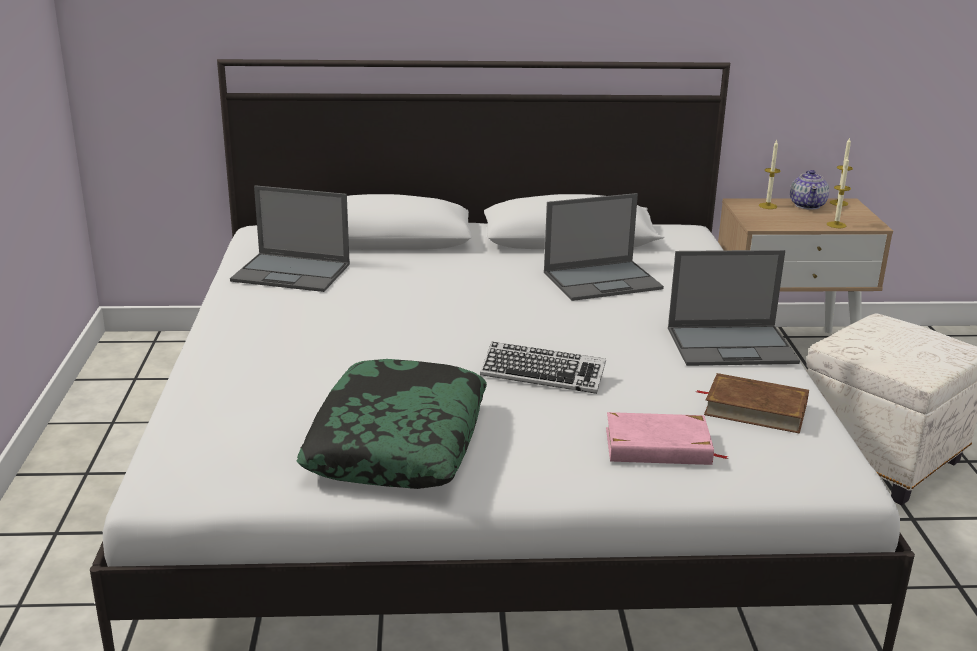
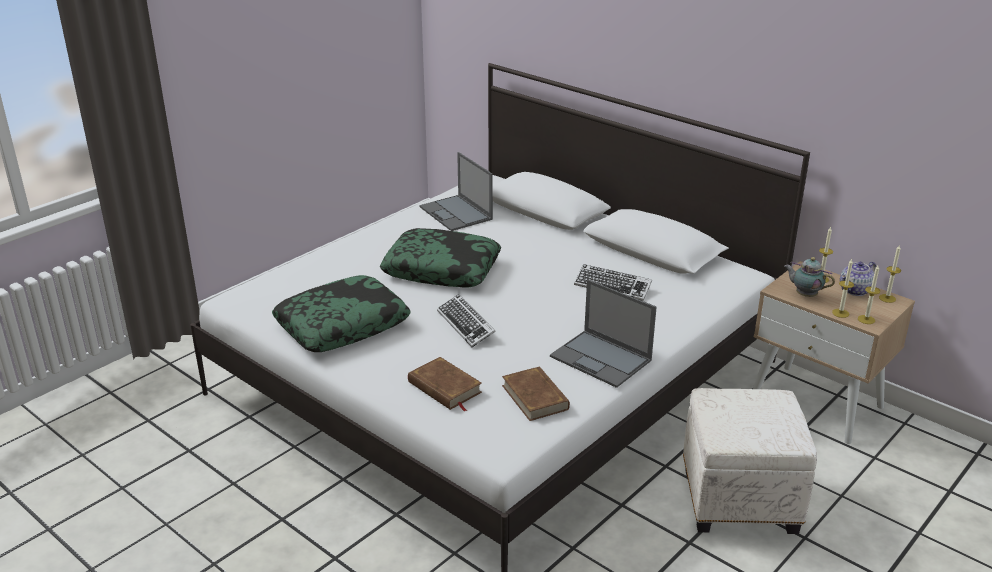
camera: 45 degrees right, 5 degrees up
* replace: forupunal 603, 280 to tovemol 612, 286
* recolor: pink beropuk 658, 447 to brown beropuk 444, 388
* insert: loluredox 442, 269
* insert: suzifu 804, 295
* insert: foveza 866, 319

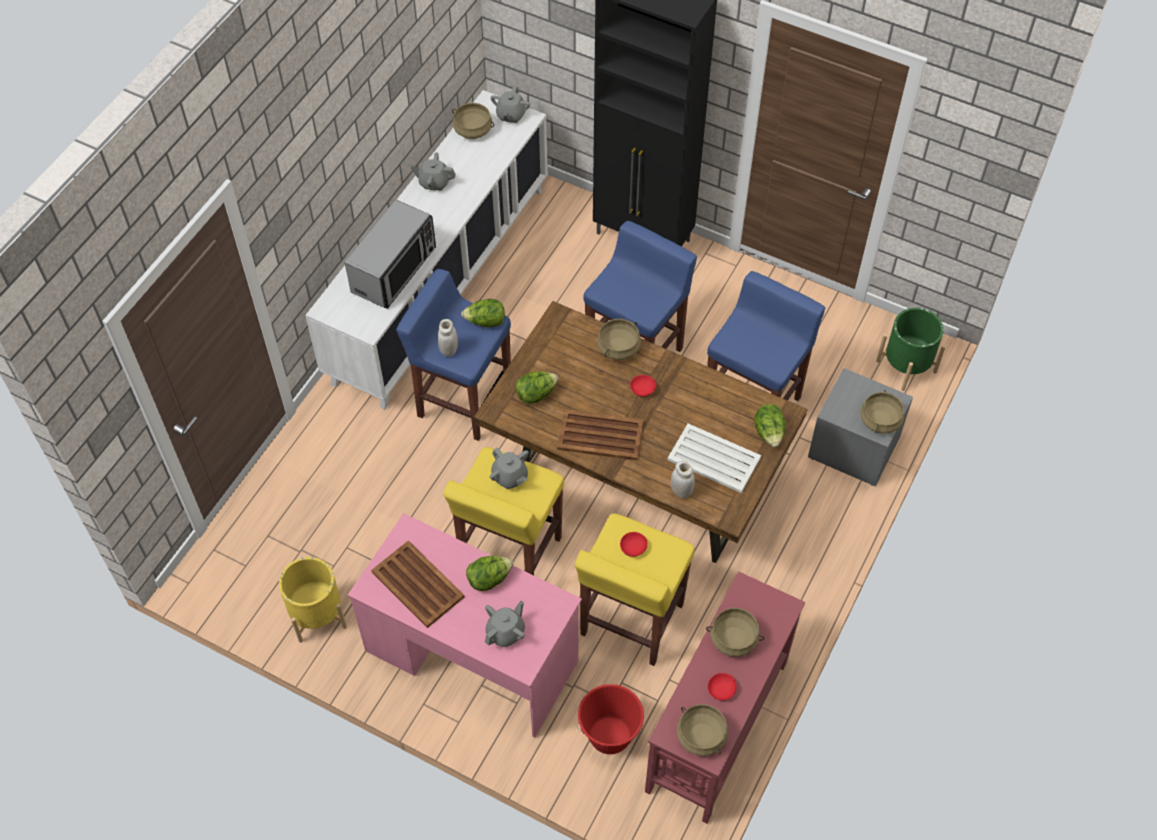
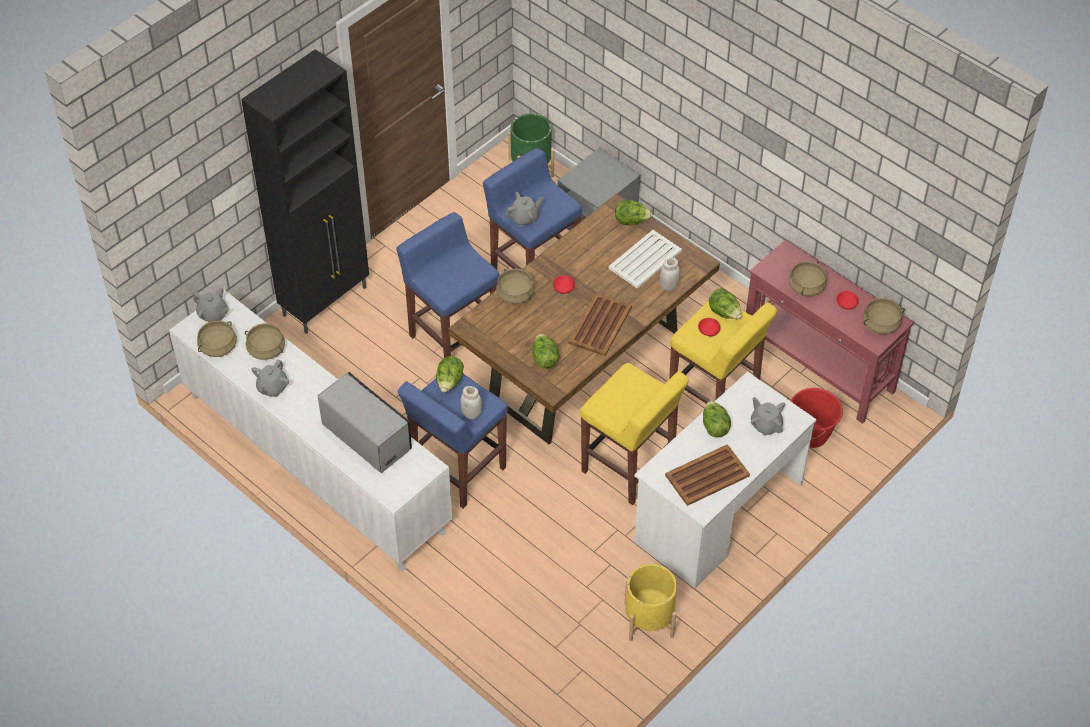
camera: 75 degrees left, 5 degrees down
* recolor: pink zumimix 471, 656 to white zumimix 718, 513
* move: grey suzifu 510, 477 to 524, 218
* move: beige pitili 879, 420 to 266, 349
* insert: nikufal 724, 313

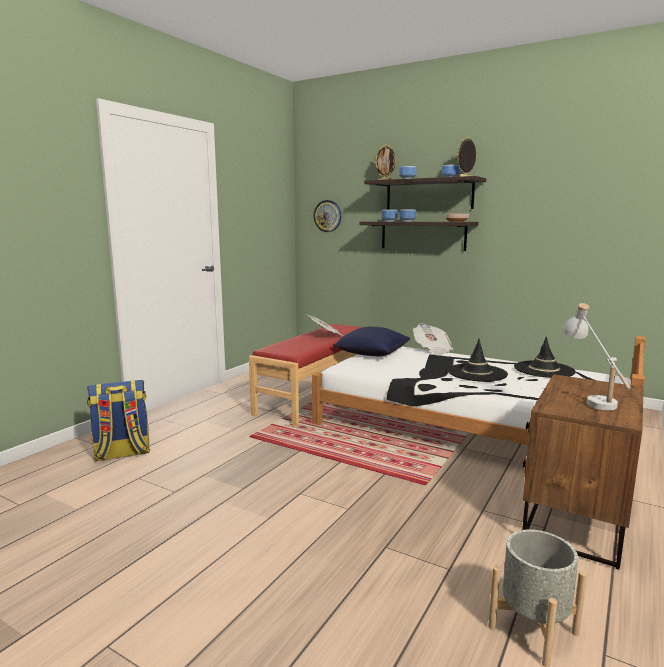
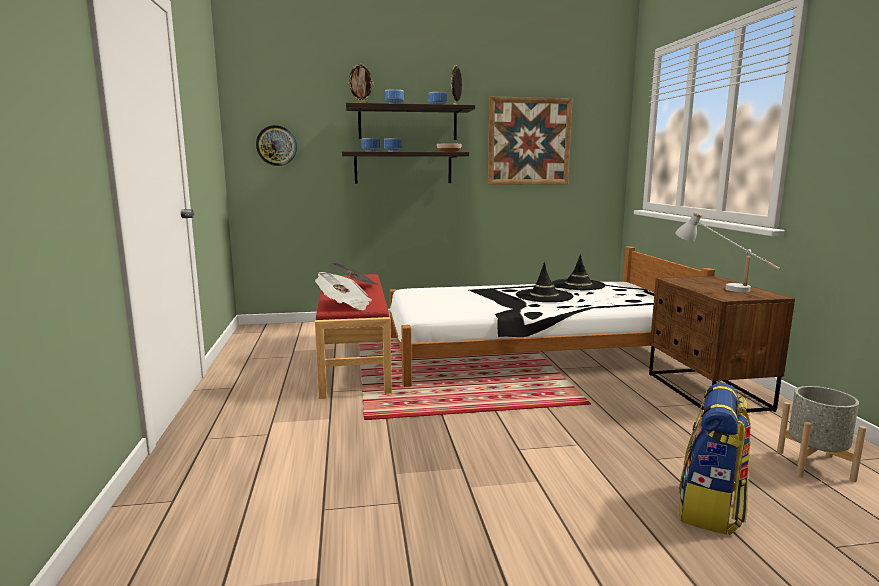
camera: 40 degrees left, 0 degrees up
* move: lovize 122, 453 to 710, 509
* delete: blue loluredox 371, 354
* move: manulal 432, 350 to 345, 305
* insert: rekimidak 529, 141

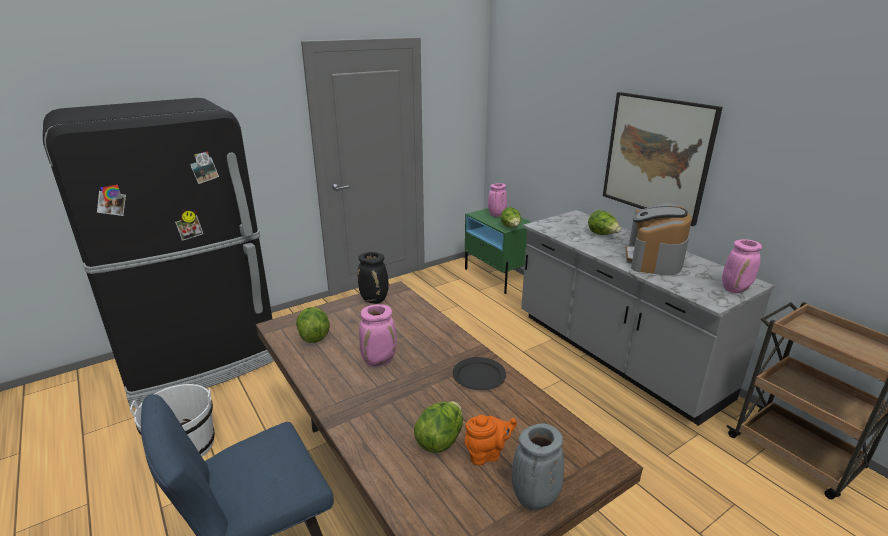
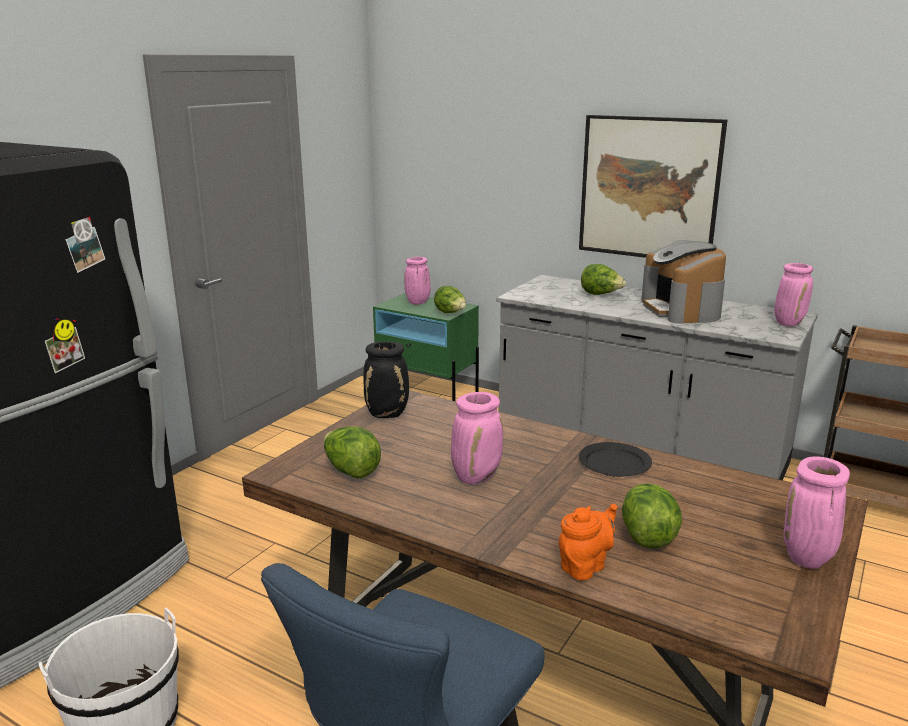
camera: 25 degrees left, 5 degrees down
* move: orange suzifu 487, 454 to 585, 566
* recolor: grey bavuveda 534, 500 to pink bavuveda 808, 559

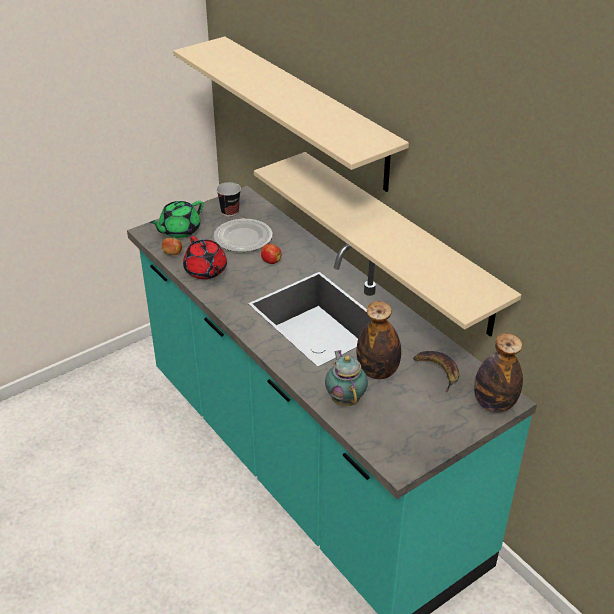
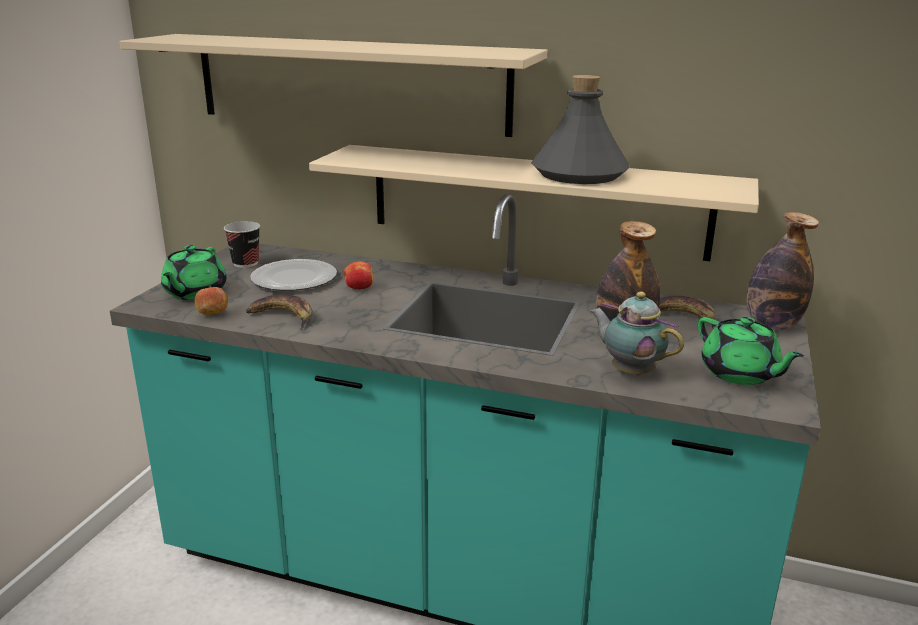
camera: 35 degrees left, 15 degrees down
* replace: red suzifu 206, 271 to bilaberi 283, 317
* insert: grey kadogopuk 578, 174
* insert: green suzifu 740, 374

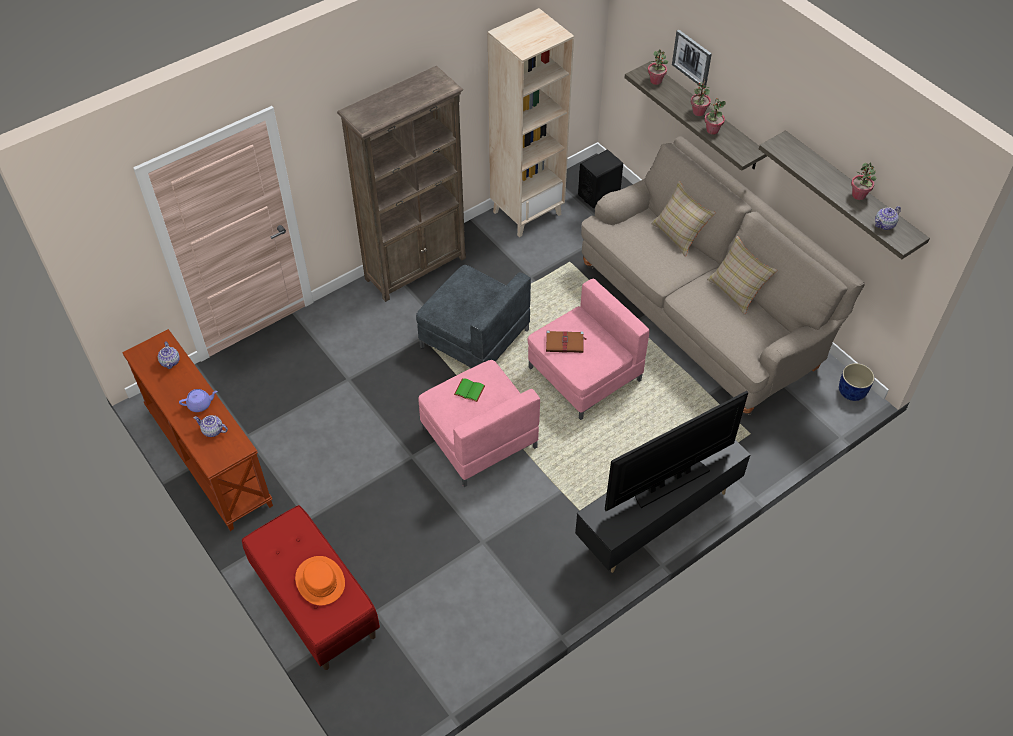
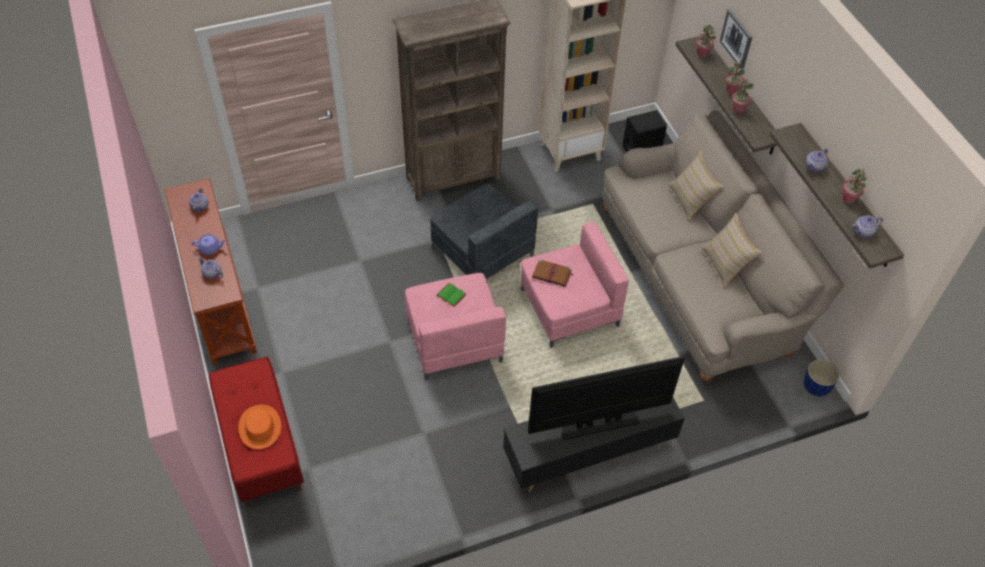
camera: 15 degrees right, 0 degrees up
* insert: suzifu 814, 166

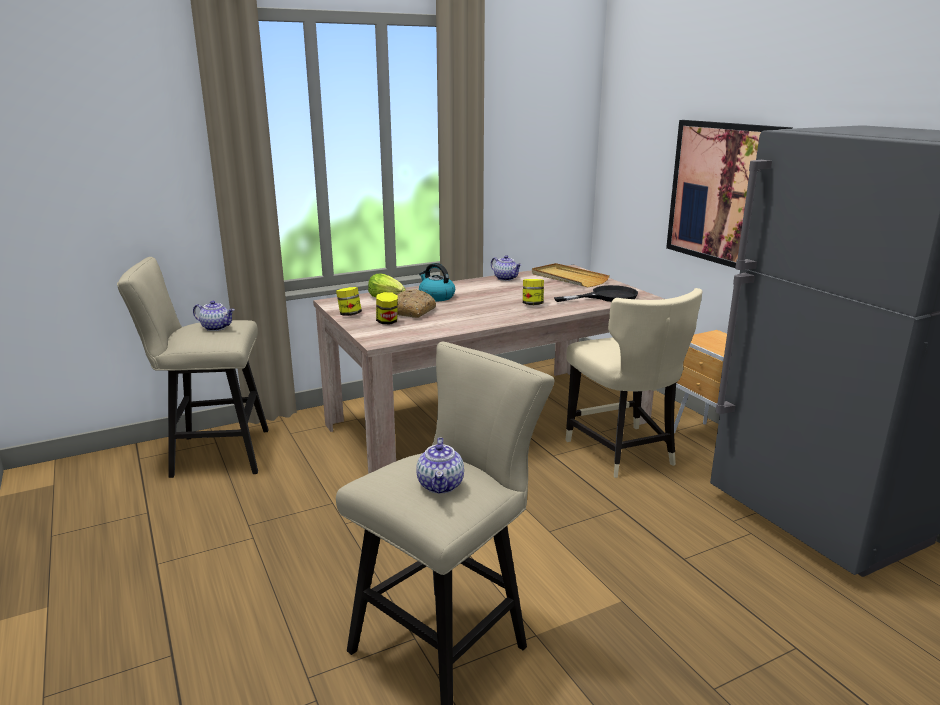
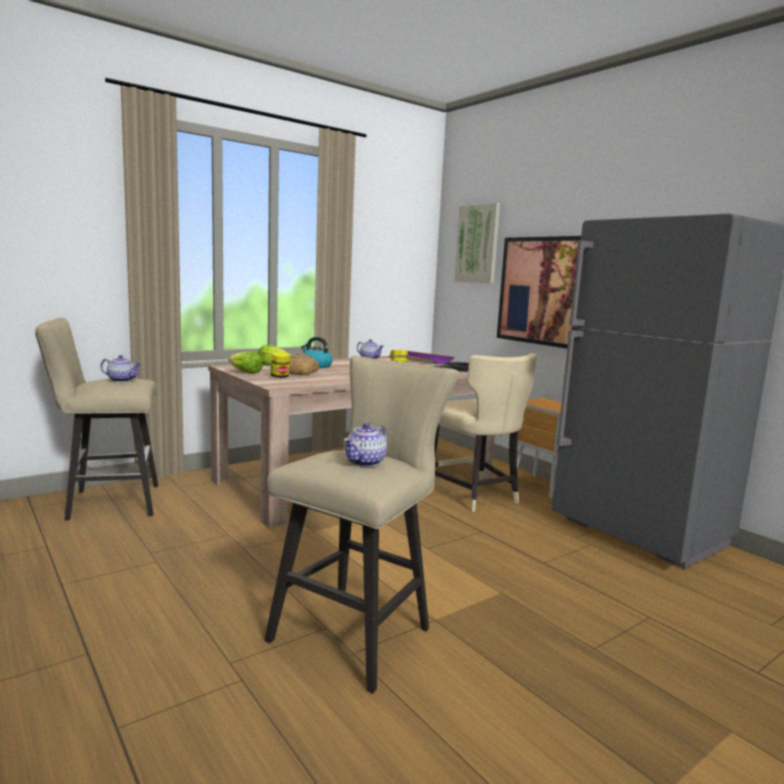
camera: 10 degrees left, 10 degrees down
* replace: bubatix 349, 314 to nikufal 244, 372
* rotate: suzifu 441, 485 = 365, 462 45 degrees clockwise
* recolor: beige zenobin 568, 278 to purple zenobin 420, 360
* insert: rekimidak 477, 244

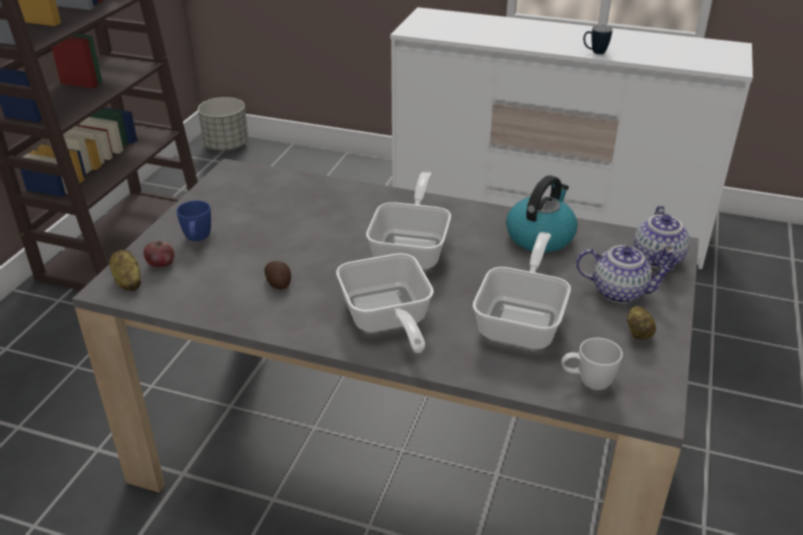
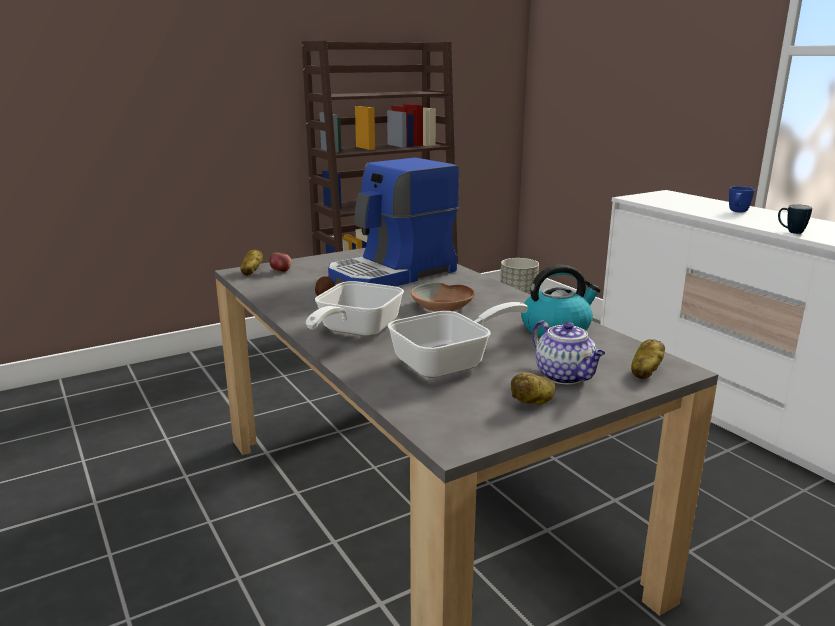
camera: 40 degrees right, 15 degrees down
* move: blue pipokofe 197, 240 to 737, 212
* replace: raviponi 412, 248 to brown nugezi 443, 306
* delete: white pipokofe 587, 382
* replace: suzifu 659, 259 to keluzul 645, 372
* insert: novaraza 393, 274

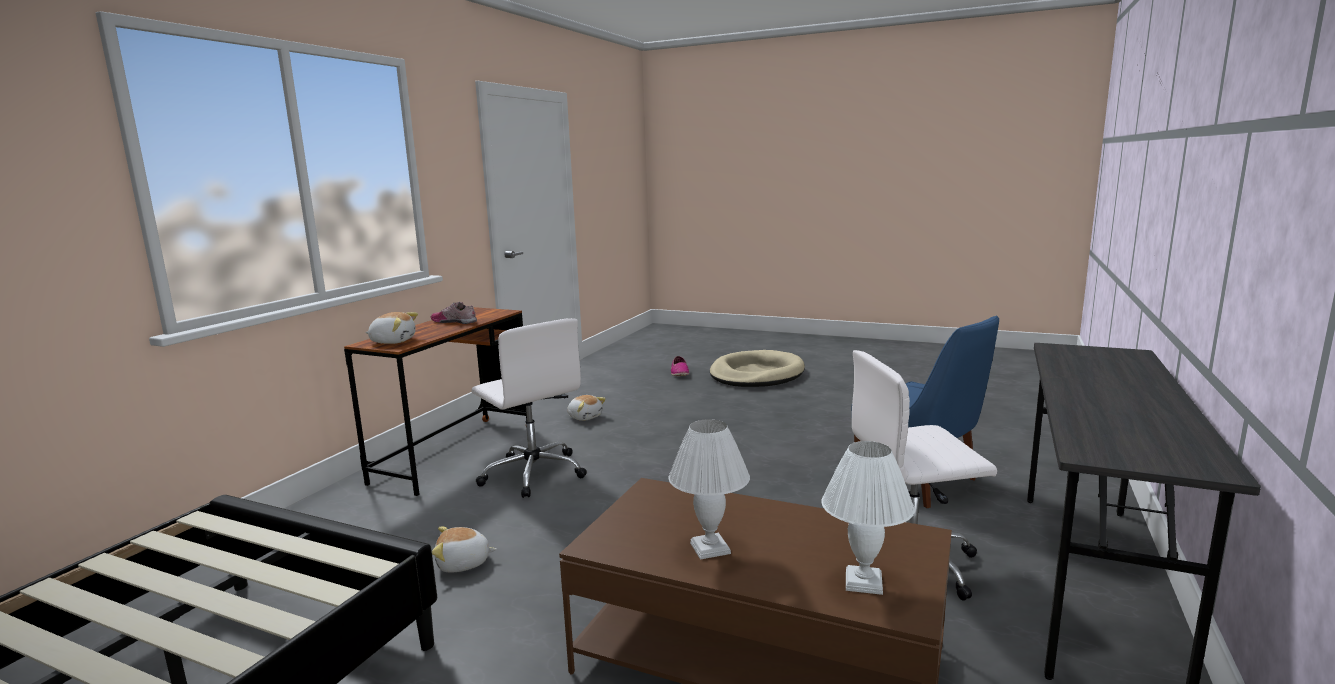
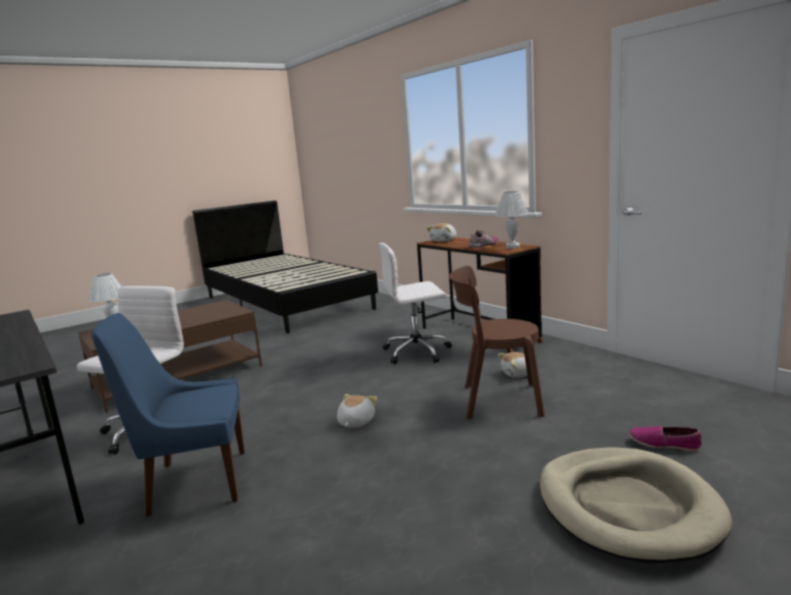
camera: 120 degrees right, 0 degrees up
* move: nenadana 463, 564 to 355, 422
* move: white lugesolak 709, 549 to 512, 247
* insert: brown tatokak 496, 401

